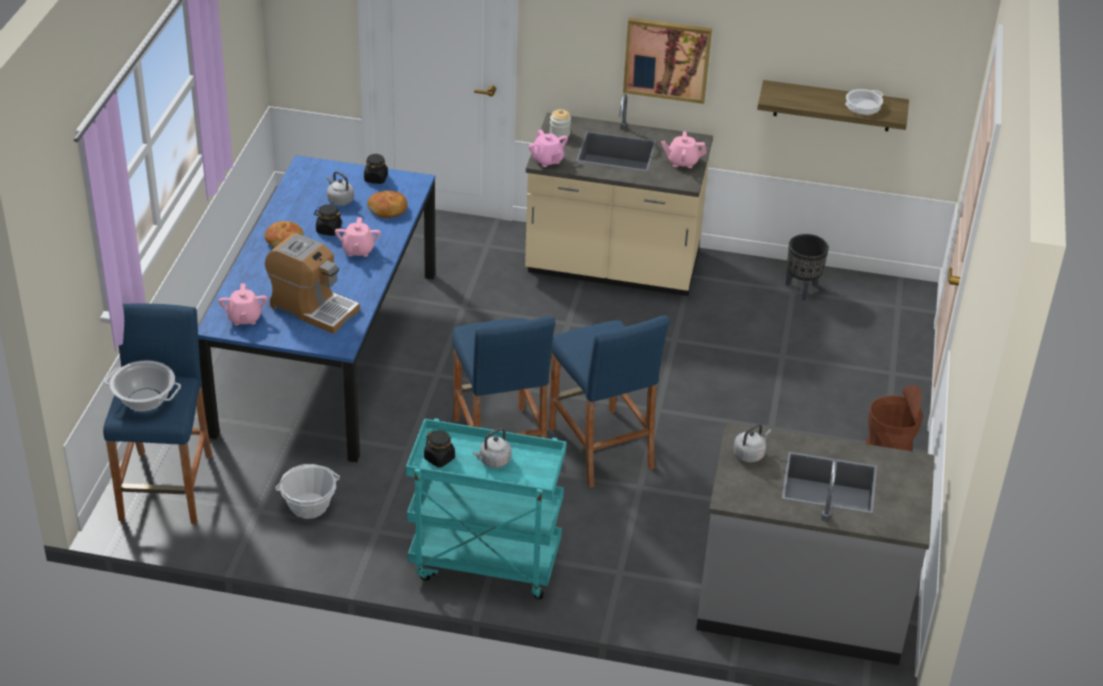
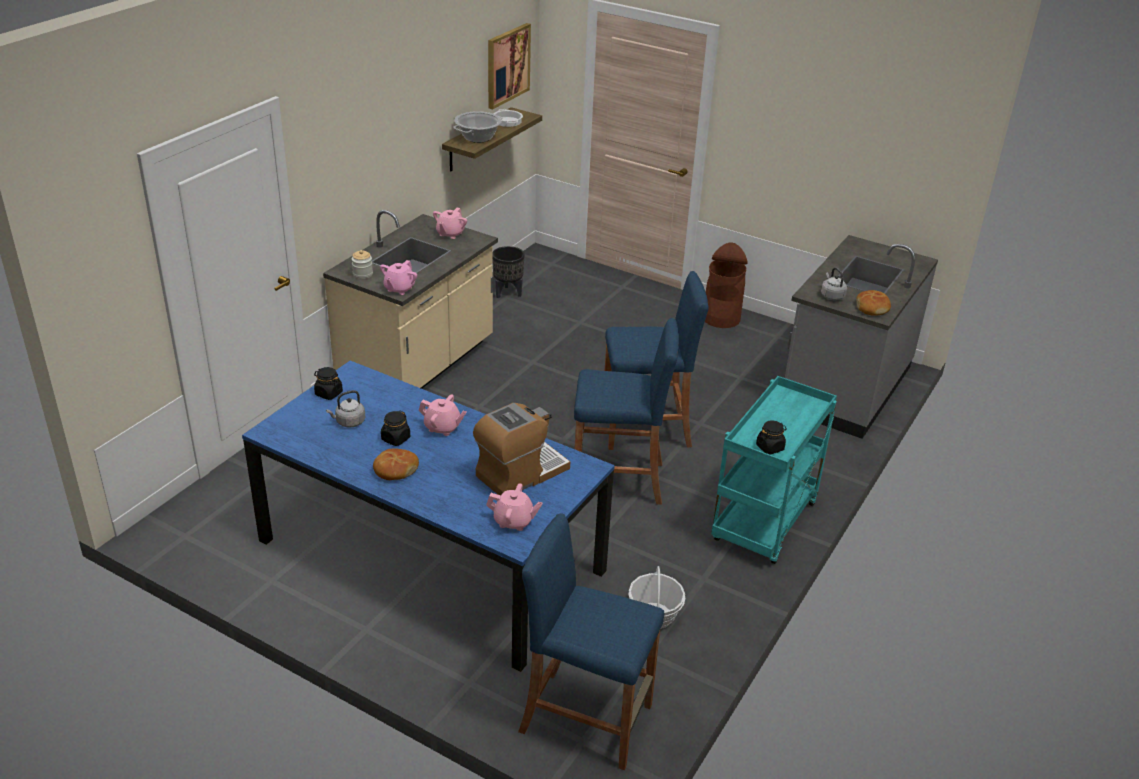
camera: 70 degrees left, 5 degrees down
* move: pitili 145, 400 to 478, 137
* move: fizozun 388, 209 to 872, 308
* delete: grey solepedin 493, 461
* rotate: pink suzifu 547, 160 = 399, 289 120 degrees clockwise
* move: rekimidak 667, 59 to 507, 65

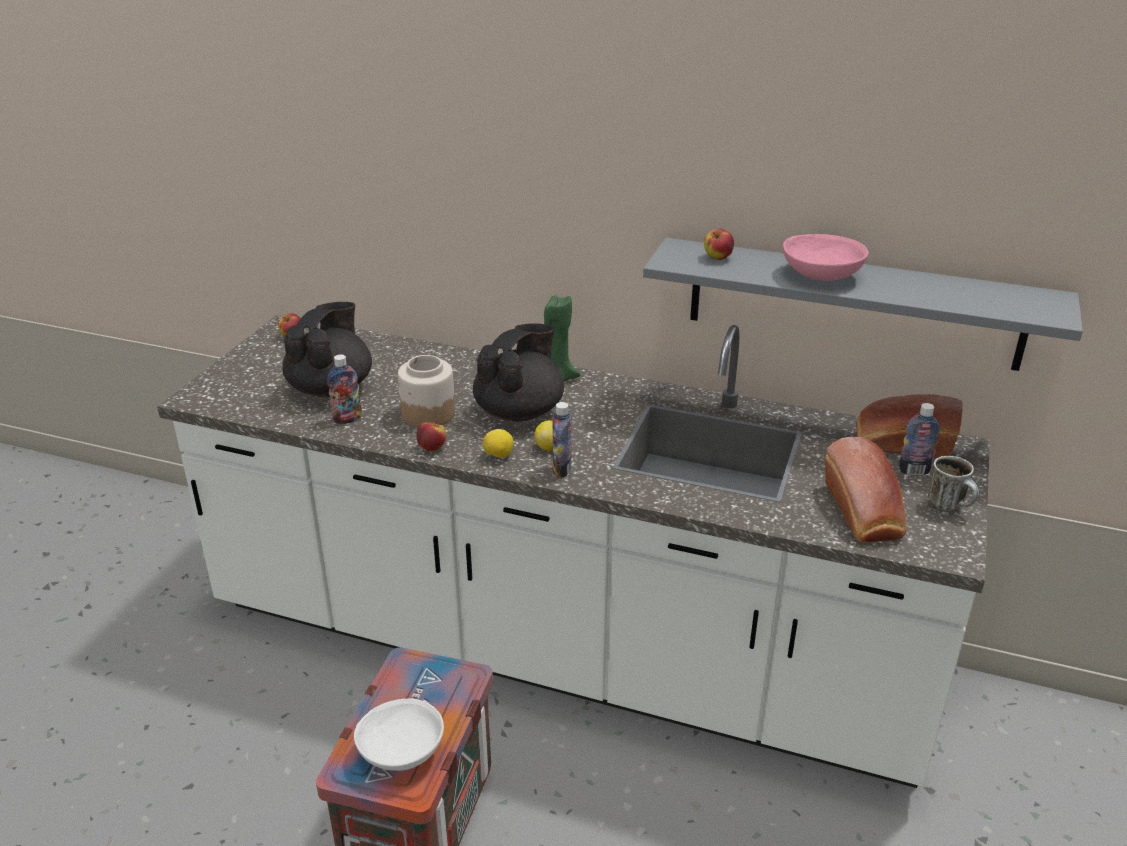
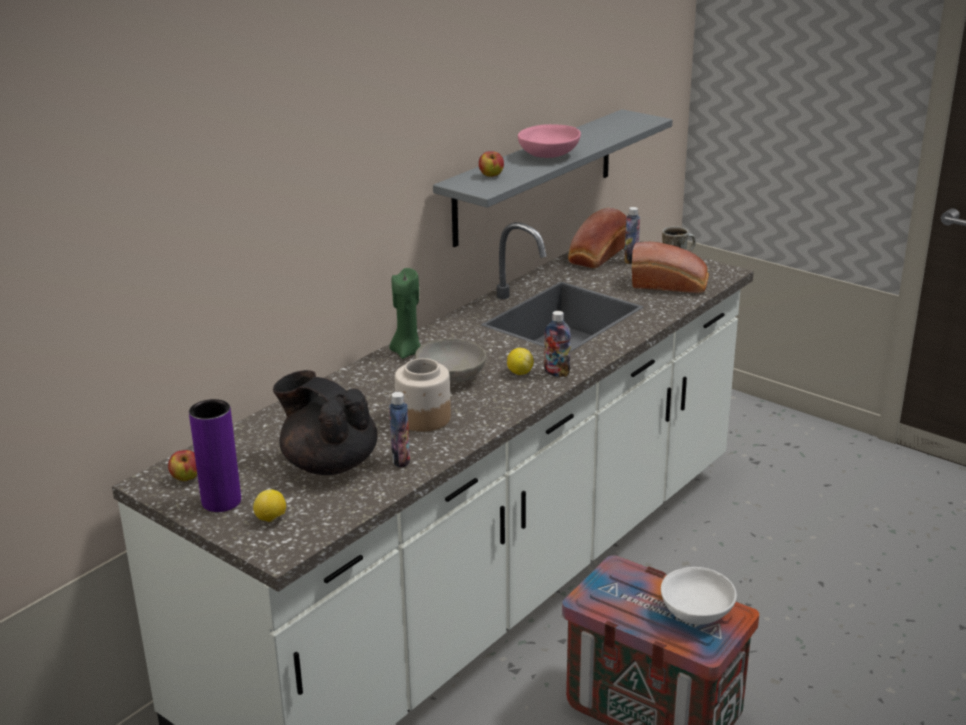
camera: 70 degrees left, 5 degrees down
* delete: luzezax 432, 448
* replace: black suzifu 520, 411 to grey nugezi 452, 376
* move: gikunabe 498, 456 to 271, 519
* insert: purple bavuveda 221, 501

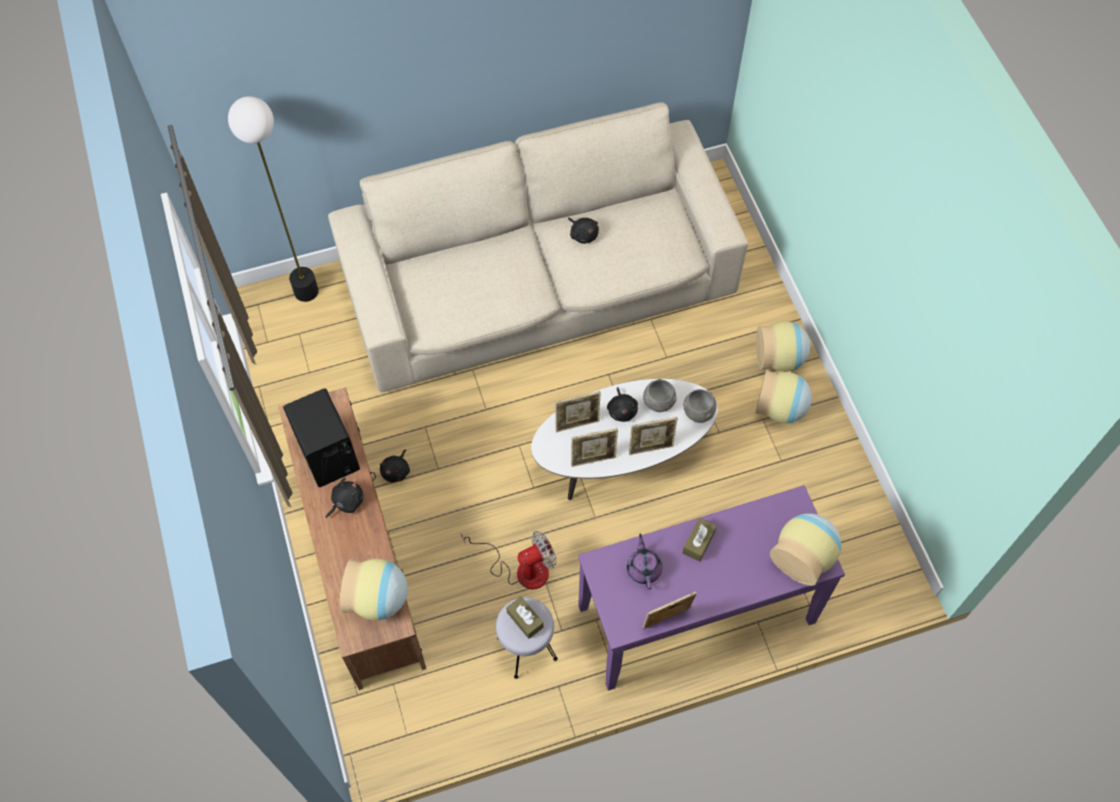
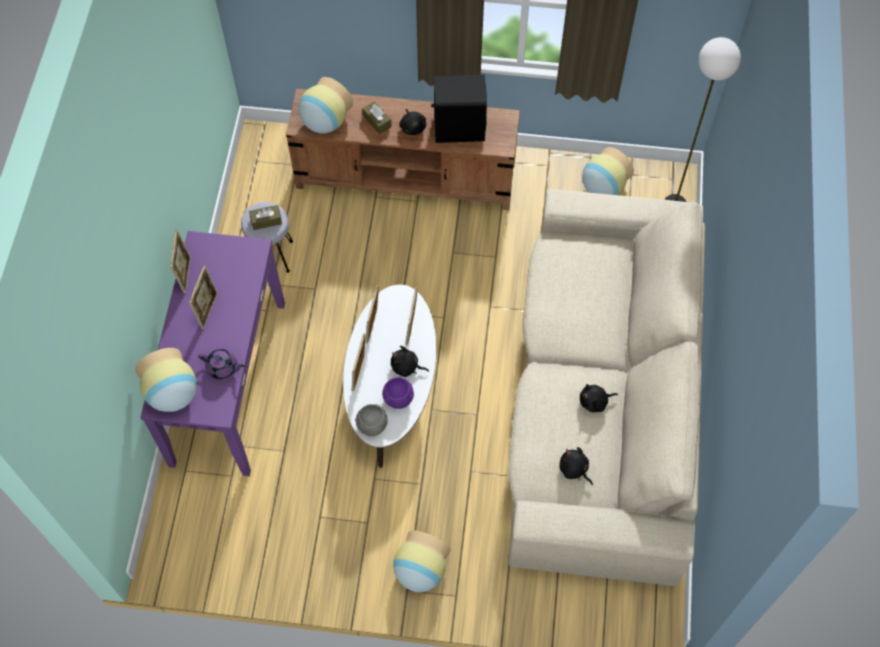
camera: 115 degrees right, 0 degrees up
* move: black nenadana 396, 471 to 574, 469
* delete: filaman 521, 569
* move: purple suzifu 644, 568 to 223, 368
* recolor: grey nugezi 659, 403 to purple nugezi 398, 399
* move: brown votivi 698, 542 to 377, 121
* move: bavuveda 780, 409 to 602, 188
* insert: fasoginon 208, 310

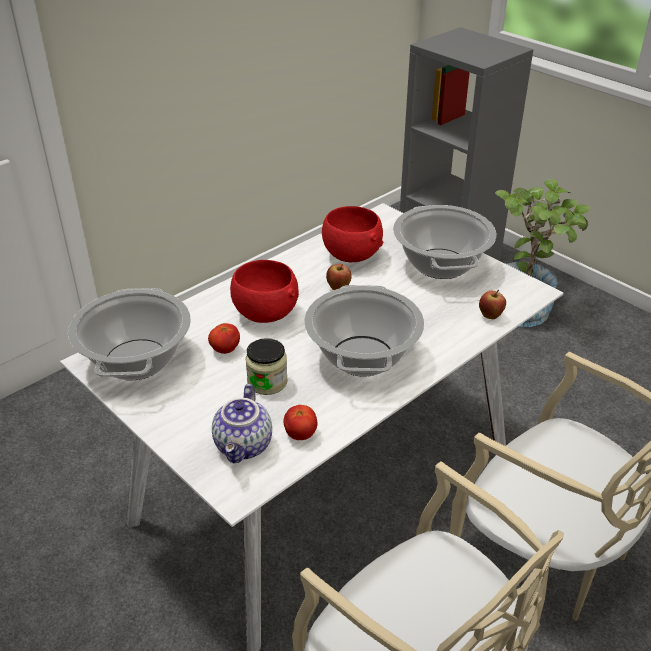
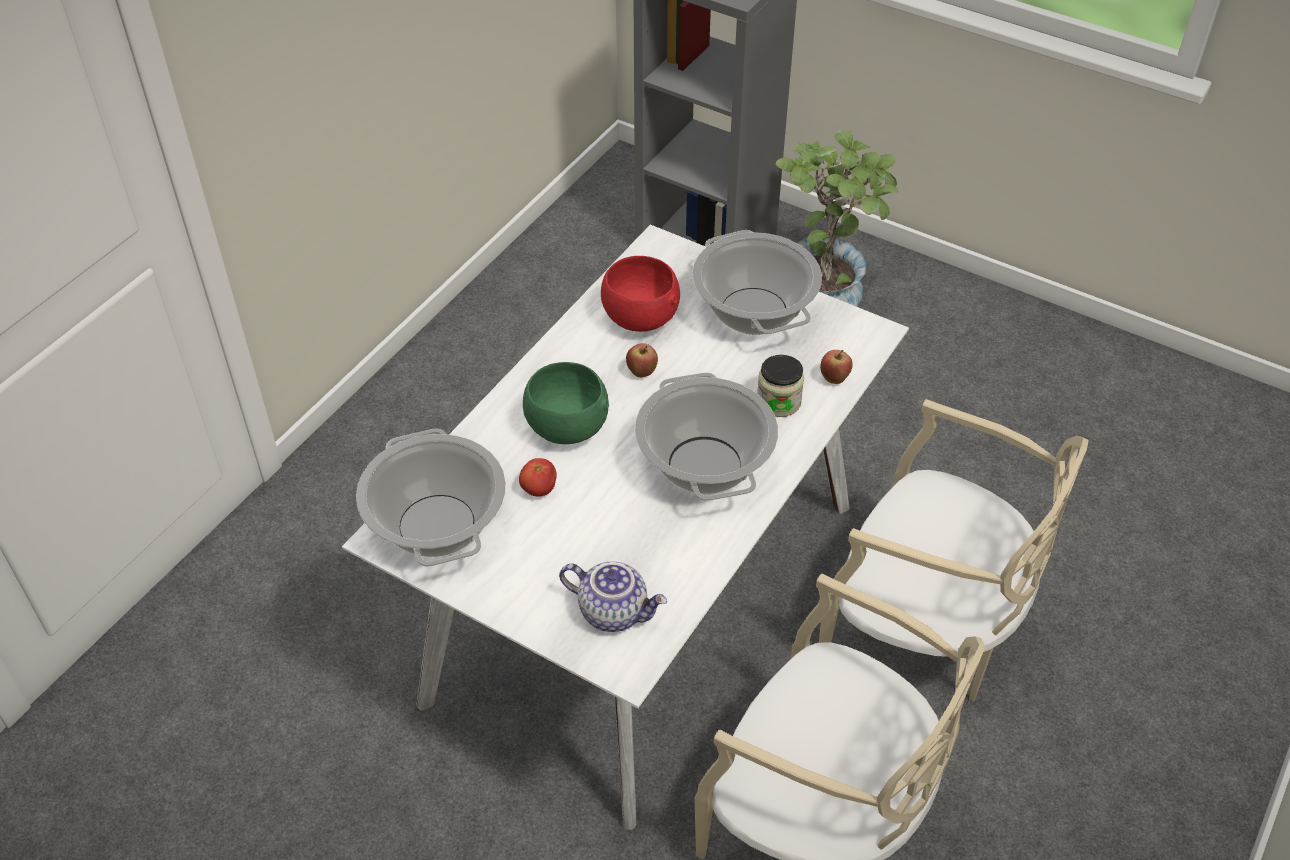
camera: 15 degrees left, 10 degrees up
* rotate: suzifu 244, 446 = 614, 611 60 degrees counterclockwise
* recolor: red nugezi 264, 313 to green nugezi 565, 427
* move: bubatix 267, 382 to 778, 401
* delete: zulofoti 300, 434

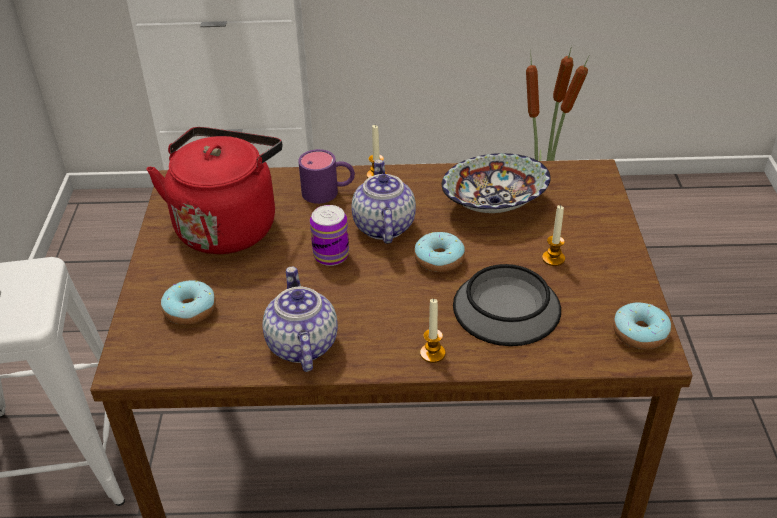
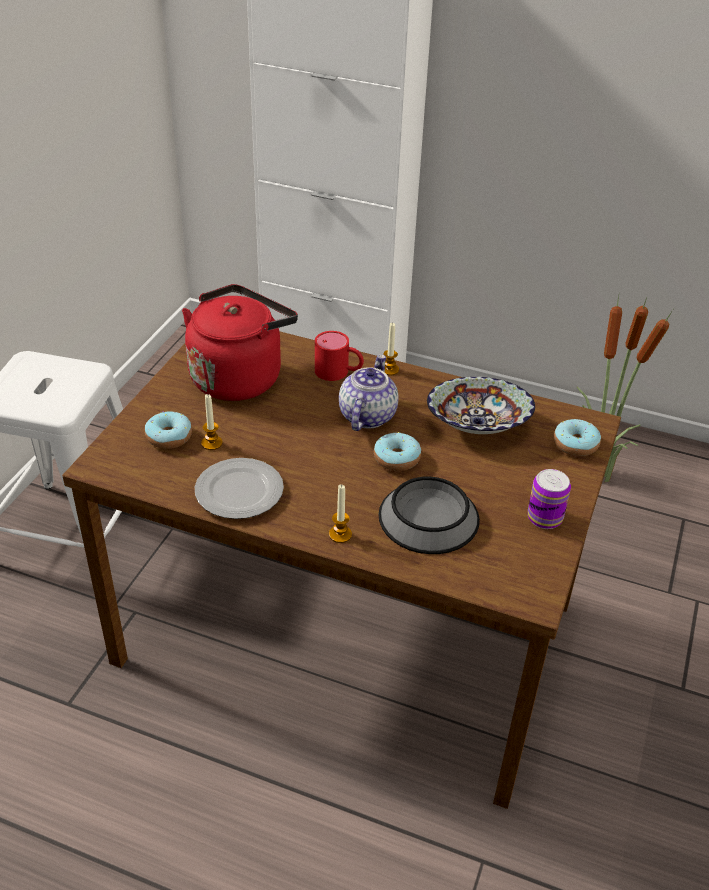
camera: 20 degrees right, 0 degrees up
* replace: suzifu 301, 344 to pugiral 238, 492
* recolor: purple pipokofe 328, 192 to red pipokofe 339, 372
* move: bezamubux 331, 255 to 544, 518
* move: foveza 553, 258 to 212, 443
* move: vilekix 639, 333 to 575, 444

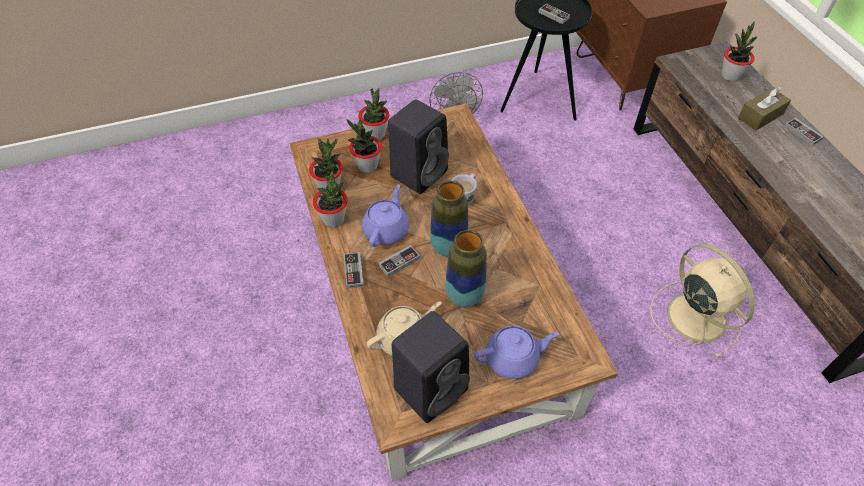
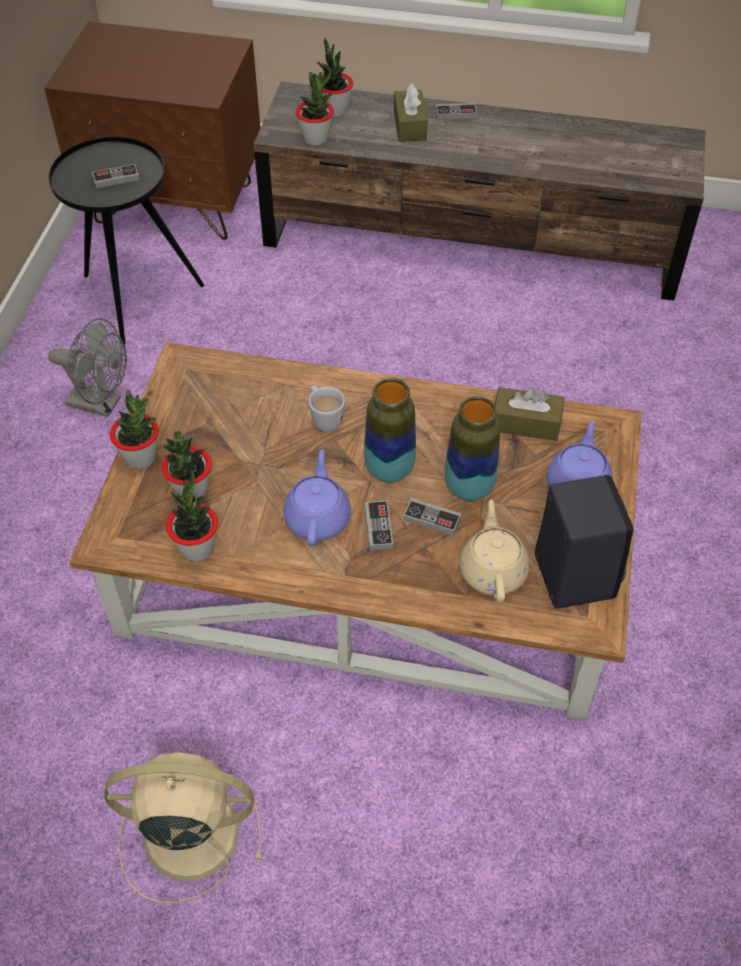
camera: 60 degrees left, 0 degrees up
* move: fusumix 333, 219 to 316, 138
* move: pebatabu 353, 271 to 432, 519
* rotate: purple suzifu 386, 230 = 318, 517 45 degrees clockwise
* delete: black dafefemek 419, 172
* move: beige filaman 694, 315 to 186, 833
* insert: brown votivi 526, 423

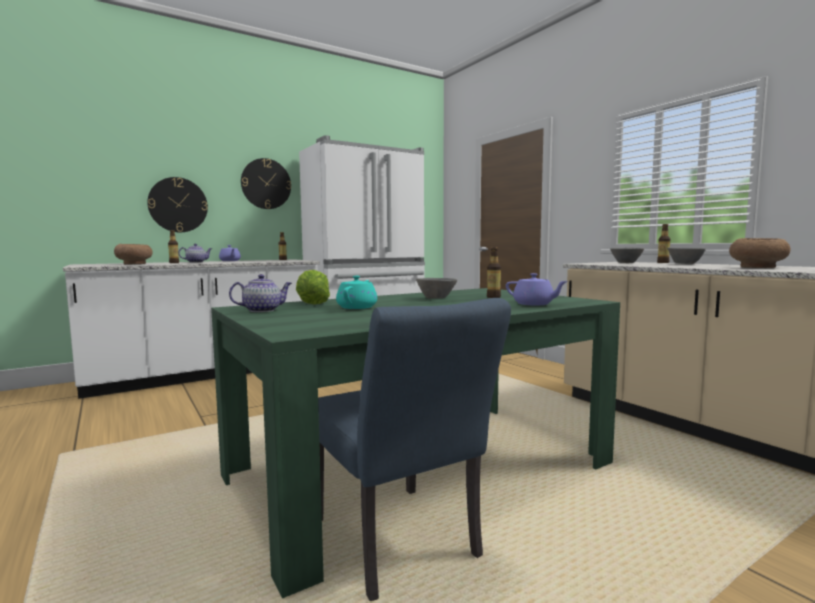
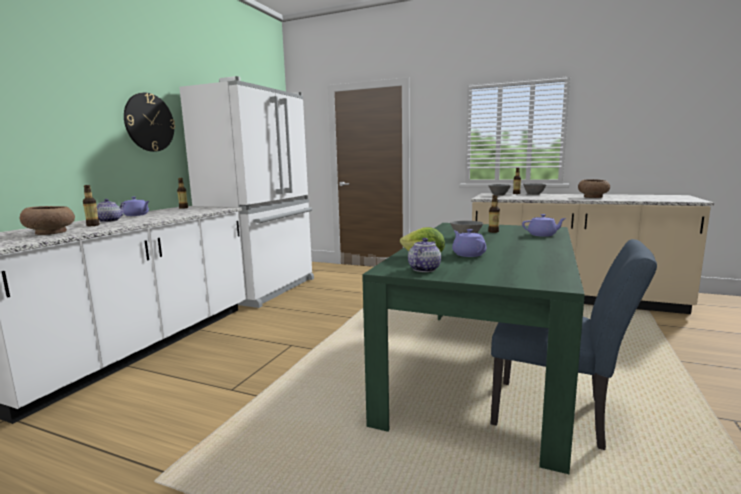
camera: 35 degrees left, 5 degrees up
* delete: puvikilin 178, 205
* recolor: turquoise suzifu 357, 307 to purple suzifu 468, 254

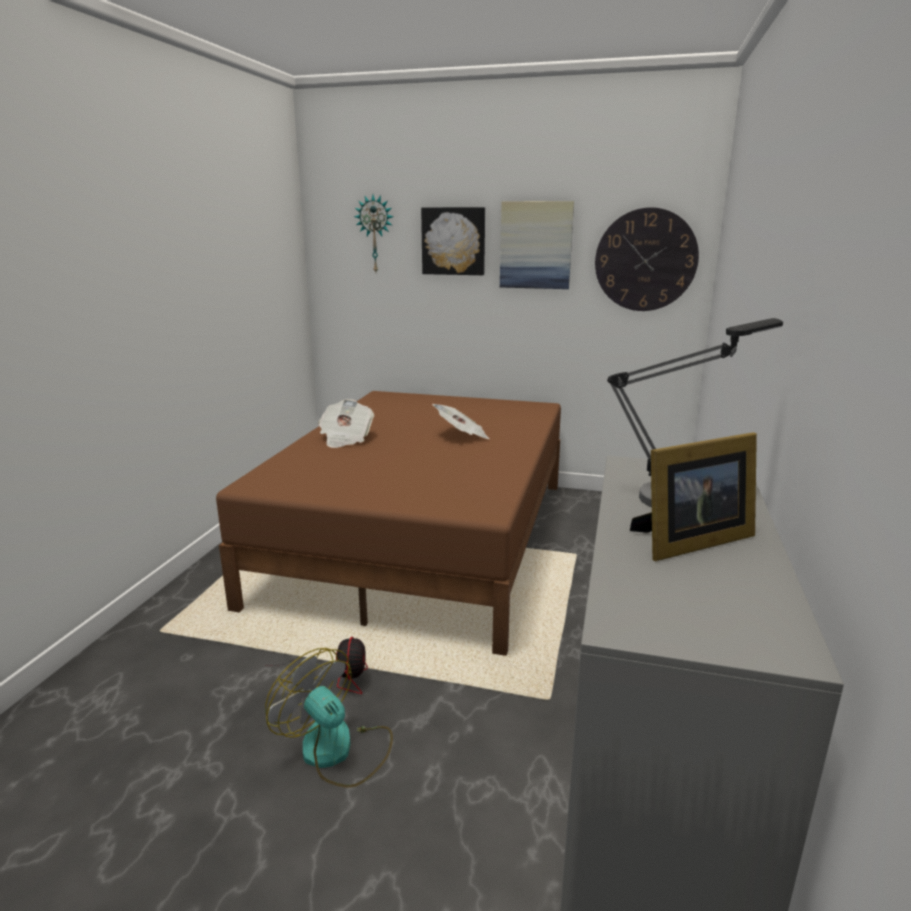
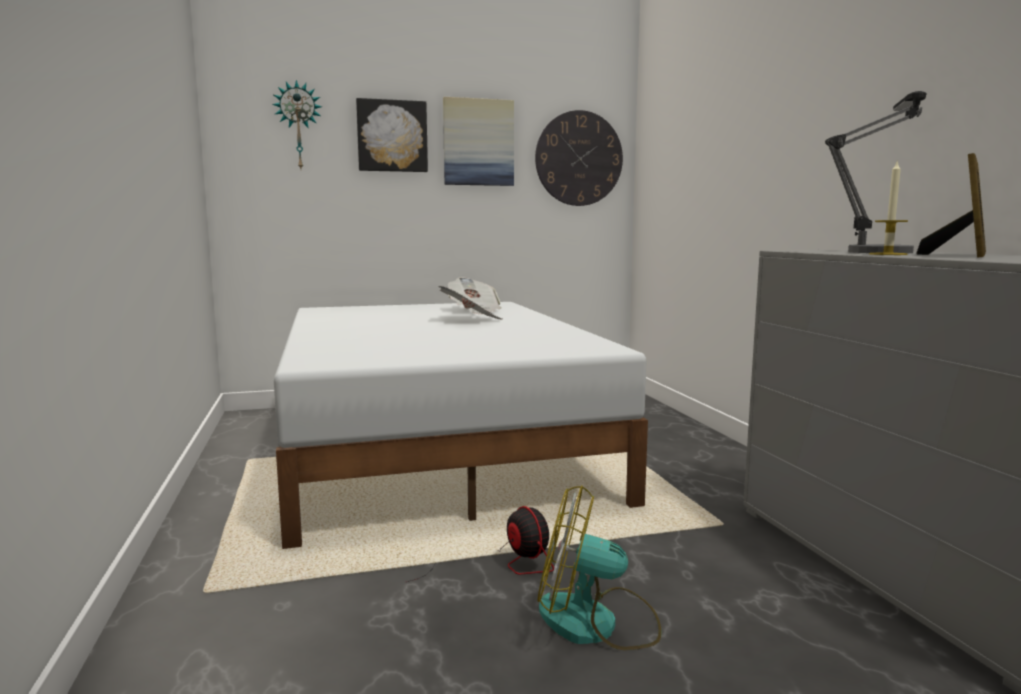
camera: 30 degrees left, 10 degrees down
* recolor: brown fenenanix 424, 538 to white fenenanix 436, 446
* move: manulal 345, 438 to 474, 311
* insert: foveza 888, 254

